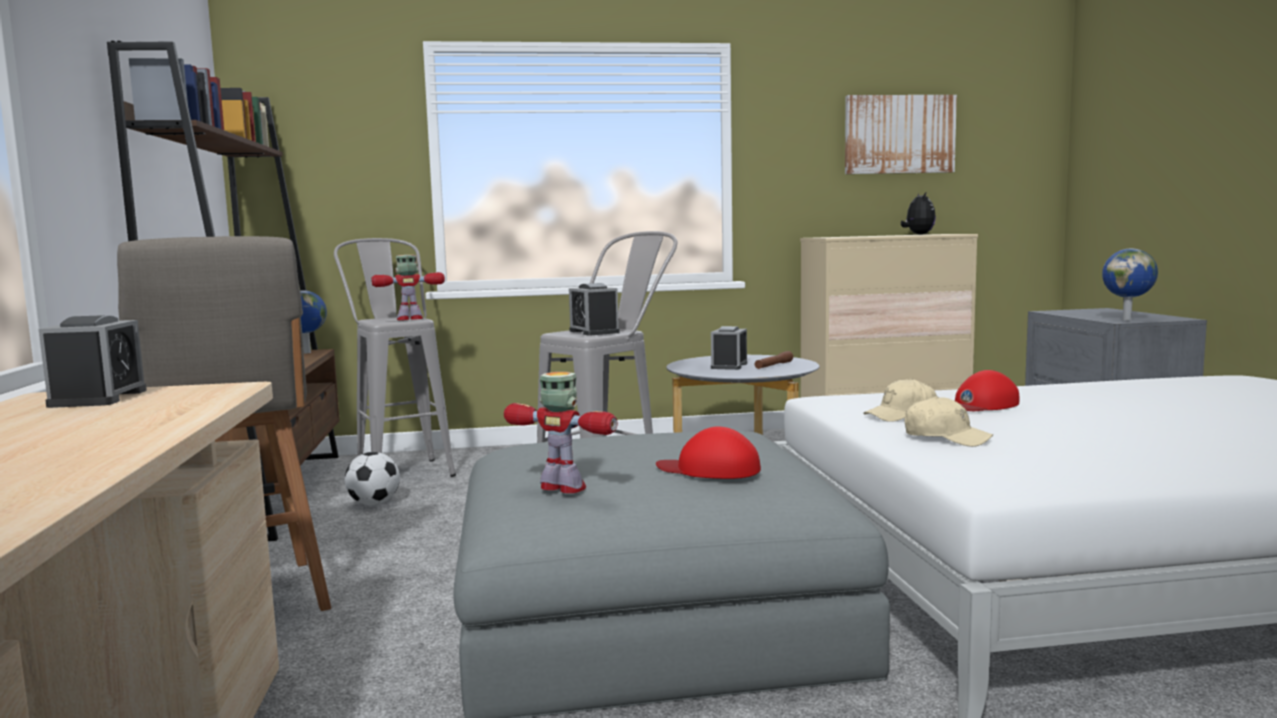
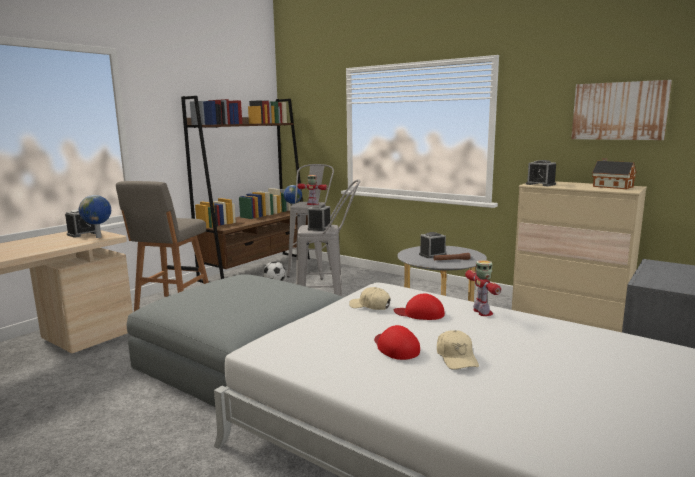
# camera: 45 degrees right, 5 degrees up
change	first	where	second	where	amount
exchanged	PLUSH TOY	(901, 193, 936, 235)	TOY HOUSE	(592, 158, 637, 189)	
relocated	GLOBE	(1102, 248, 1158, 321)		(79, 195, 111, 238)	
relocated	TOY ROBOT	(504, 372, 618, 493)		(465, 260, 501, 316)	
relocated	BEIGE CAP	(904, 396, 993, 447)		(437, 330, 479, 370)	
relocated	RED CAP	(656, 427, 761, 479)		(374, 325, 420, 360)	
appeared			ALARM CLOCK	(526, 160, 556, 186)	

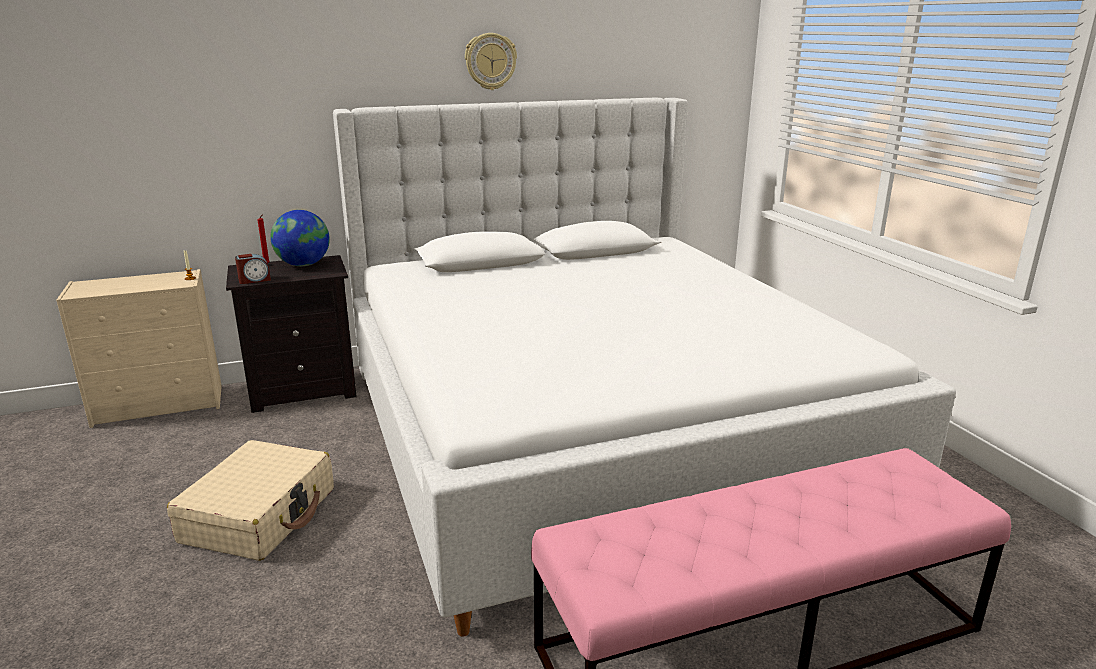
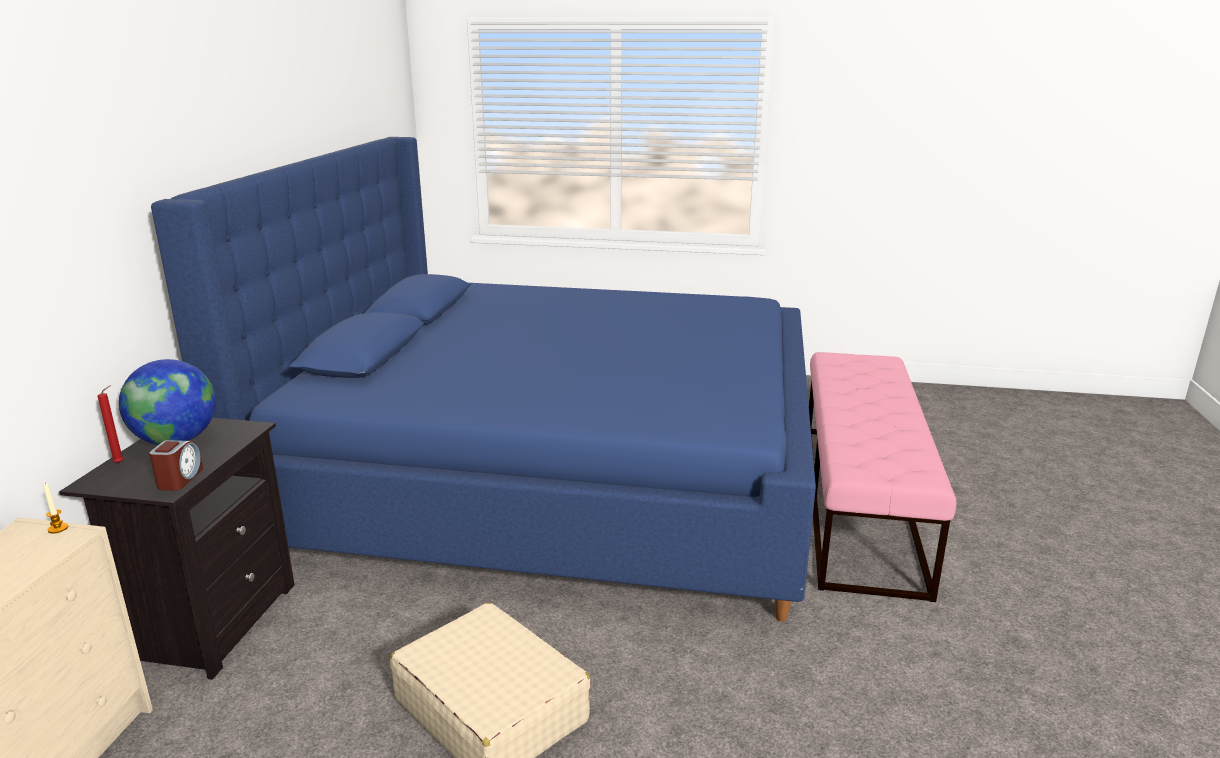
# camera: 60 degrees left, 0 degrees up
change	first	where	second	where	amount
missing	WALL CLOCK	(465, 33, 517, 90)			
colour	WHITE BED	(333, 97, 956, 637)	BLUE BED	(151, 137, 816, 622)	

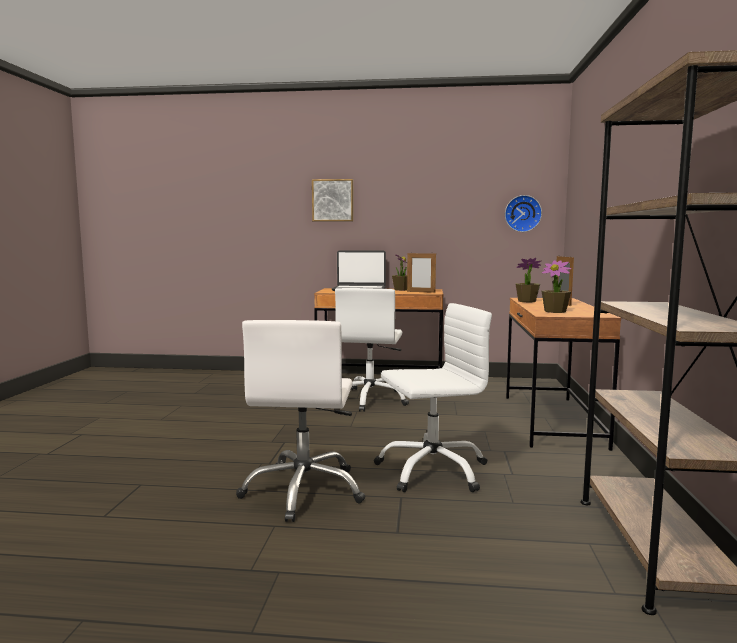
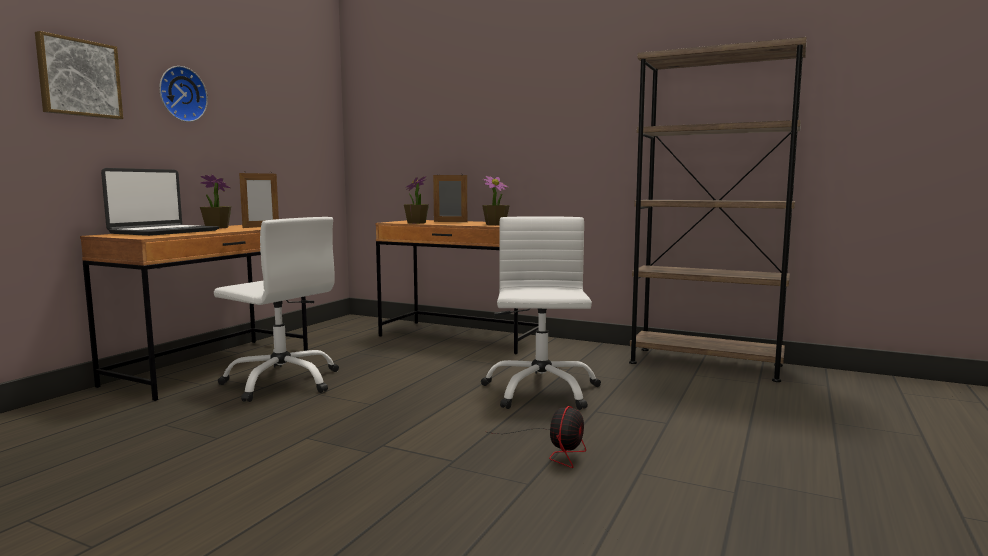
# camera: 70 degrees left, 0 degrees up
change	first	where	second	where	amount
relocated	WALL CLOCK	(505, 195, 542, 232)		(159, 66, 208, 122)	
exchanged	WHITE OFFICE CHAIR	(236, 320, 366, 522)	FAN	(488, 406, 586, 468)	

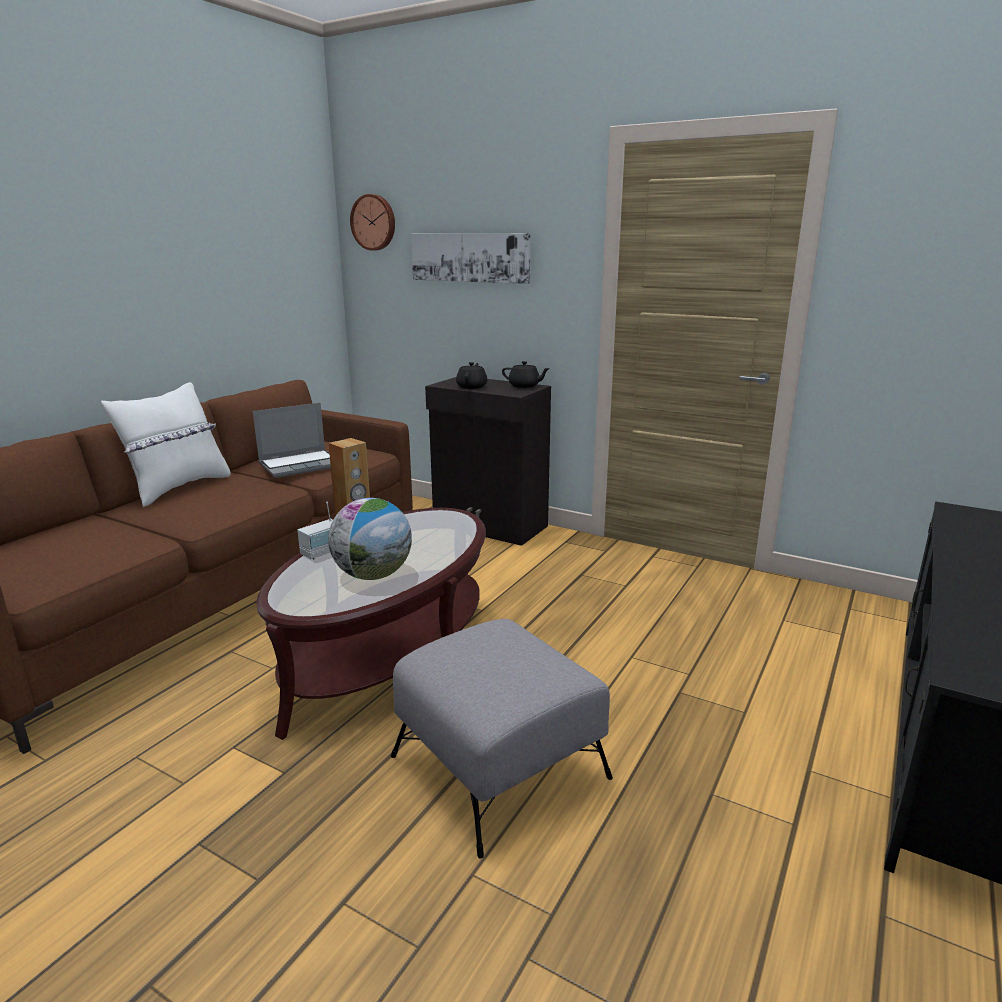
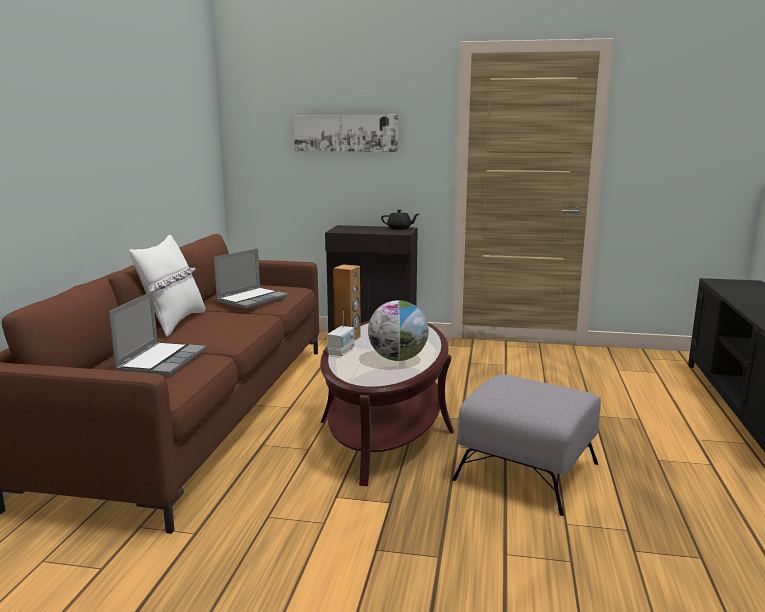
# camera: 20 degrees left, 5 degrees down
change	first	where	second	where	amount
missing	WALL CLOCK	(350, 194, 395, 251)			
missing	BLACK TEAPOT	(456, 362, 487, 389)			
appeared			LAPTOP	(108, 291, 206, 376)	

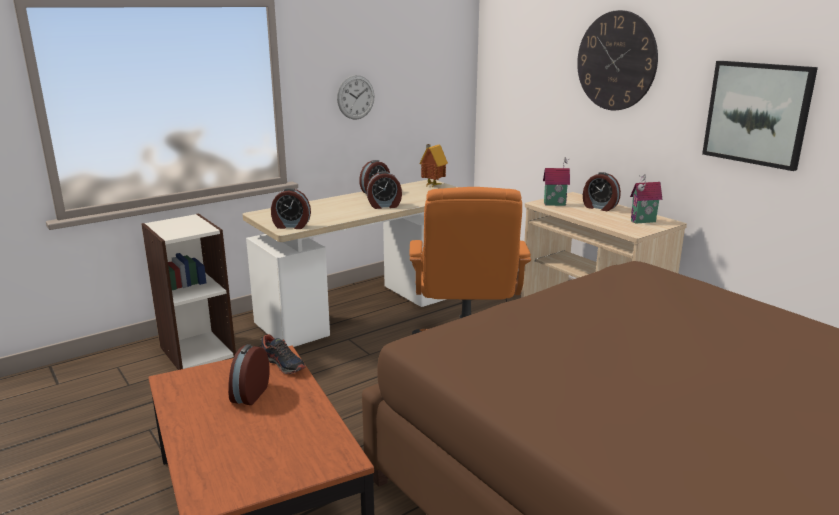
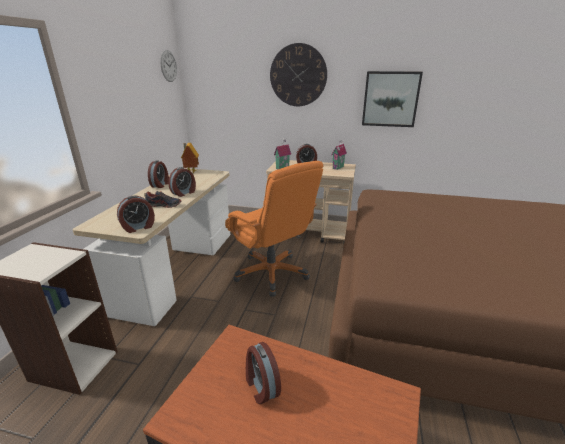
# camera: 40 degrees left, 5 degrees up
change	first	where	second	where	amount
relocated	WALL CLOCK	(337, 75, 374, 119)		(160, 50, 177, 82)	
relocated	SHOE	(261, 334, 305, 374)		(144, 191, 182, 208)	

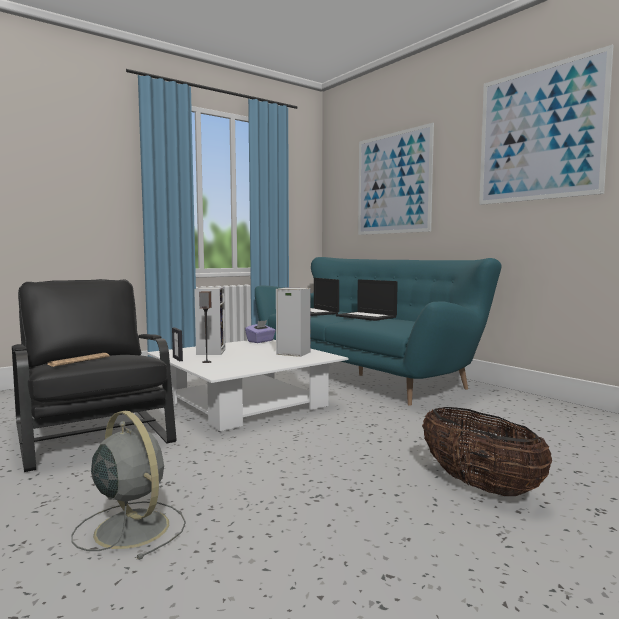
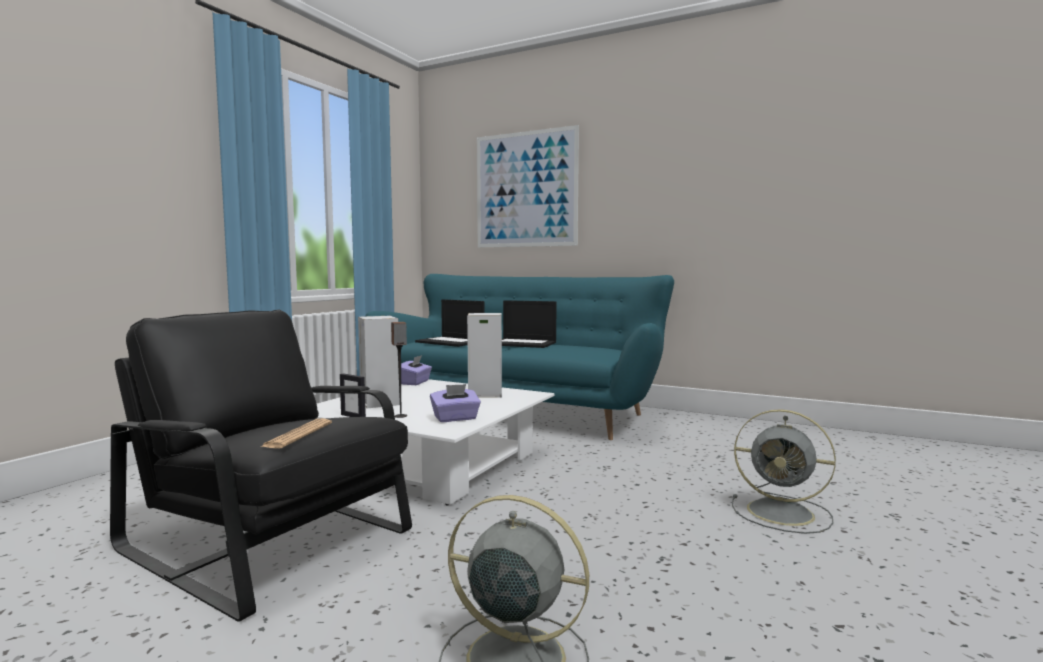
# camera: 25 degrees left, 0 degrees up
change	first	where	second	where	amount
missing	PICTURE	(479, 45, 613, 205)			
exchanged	BASKET	(422, 407, 552, 496)	GREY FAN	(732, 409, 836, 534)	
appeared			PURPLE TISSUE BOX	(430, 384, 481, 422)	

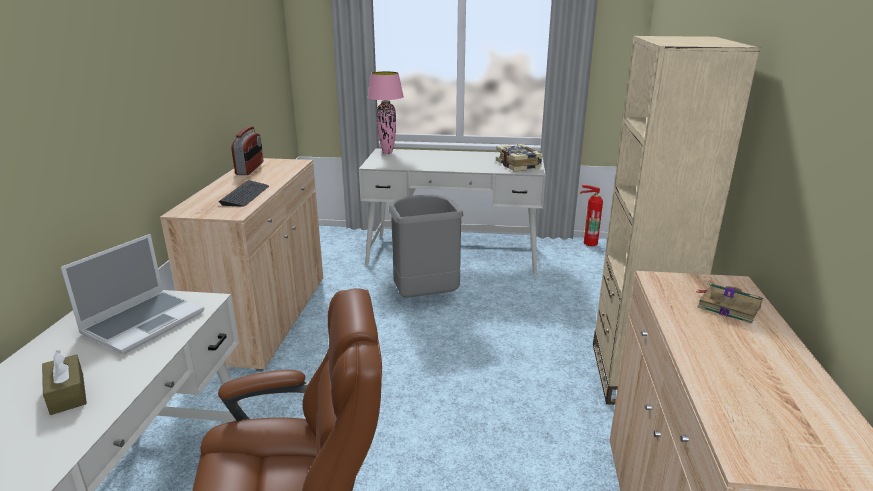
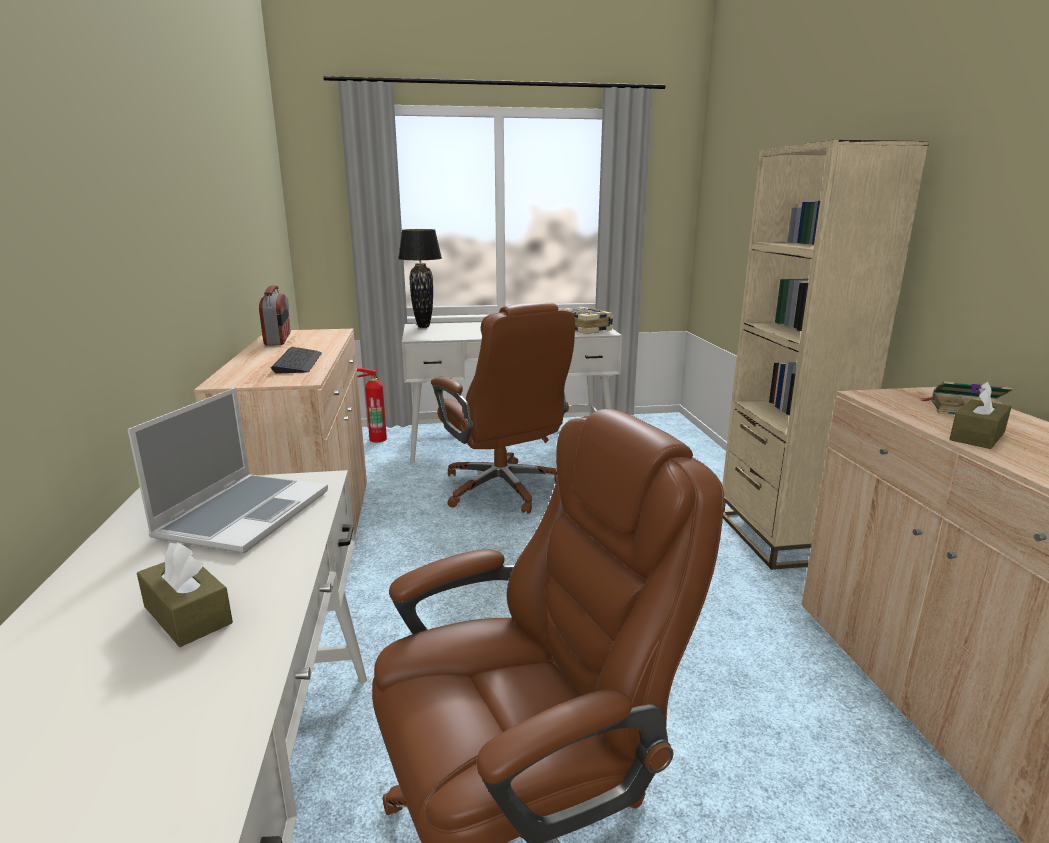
# camera: 15 degrees left, 5 degrees down
change	first	where	second	where	amount
colour	PINK TABLE LAMP	(368, 71, 404, 154)	BLACK TABLE LAMP	(398, 229, 442, 328)	
relocated	FIRE EXTINGUISHER	(580, 185, 603, 246)		(357, 368, 387, 442)	
exchanged	GREY TRASH CAN	(389, 195, 463, 298)	BROWN OFFICE CHAIR	(431, 302, 575, 514)	
appeared			BROWN TISSUE BOX	(949, 382, 1011, 449)	

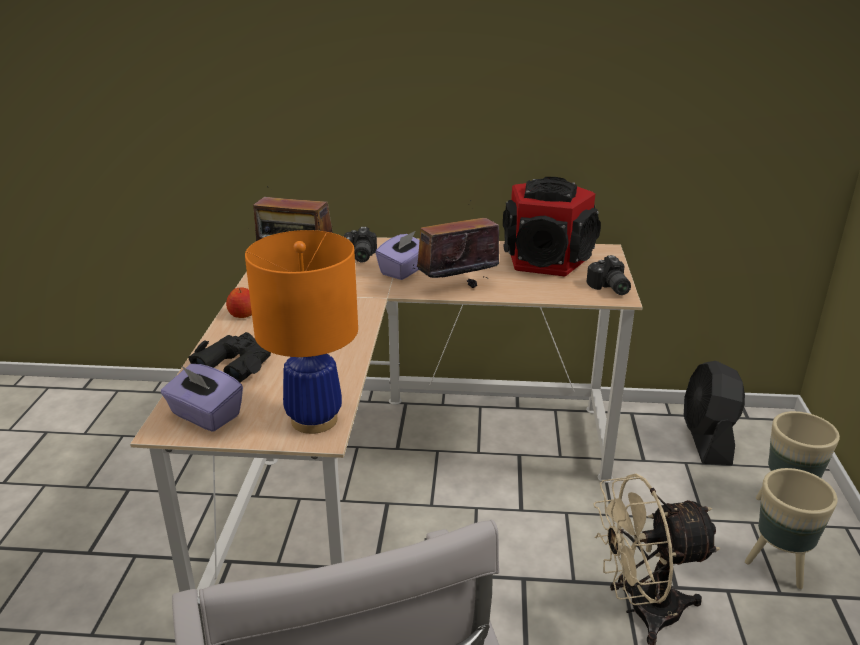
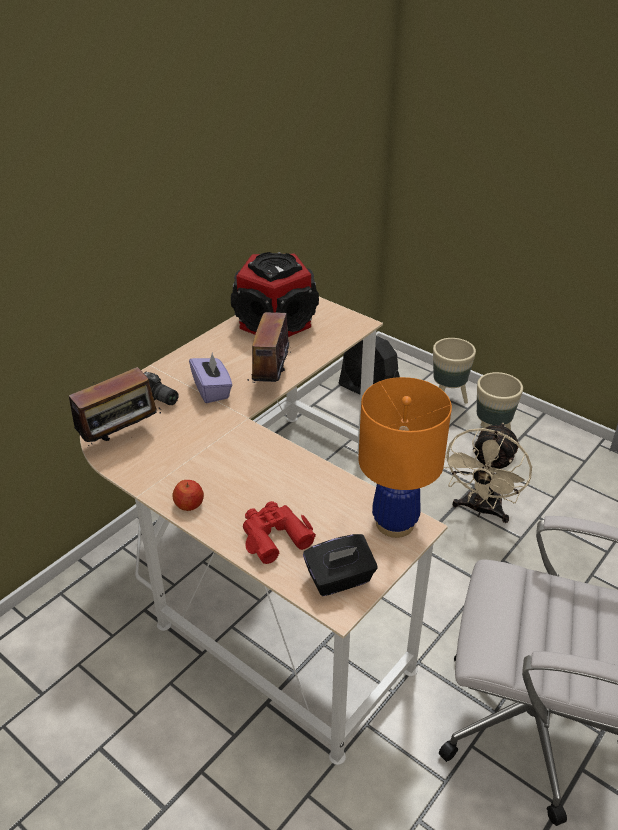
# camera: 55 degrees left, 10 degrees up
change	first	where	second	where	amount
missing	PHOTO CAMERA	(586, 255, 631, 295)			
colour	BLACK BINOCULARS	(188, 332, 271, 382)	RED BINOCULARS	(243, 501, 316, 564)	
colour	PURPLE TISSUE BOX	(161, 364, 243, 432)	BLACK TISSUE BOX	(303, 534, 378, 596)	

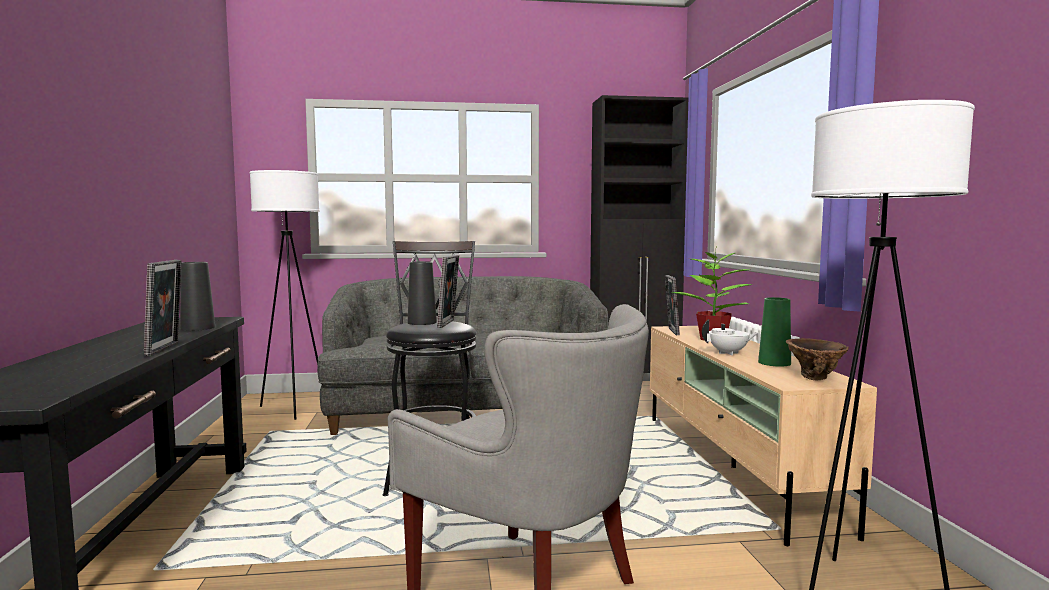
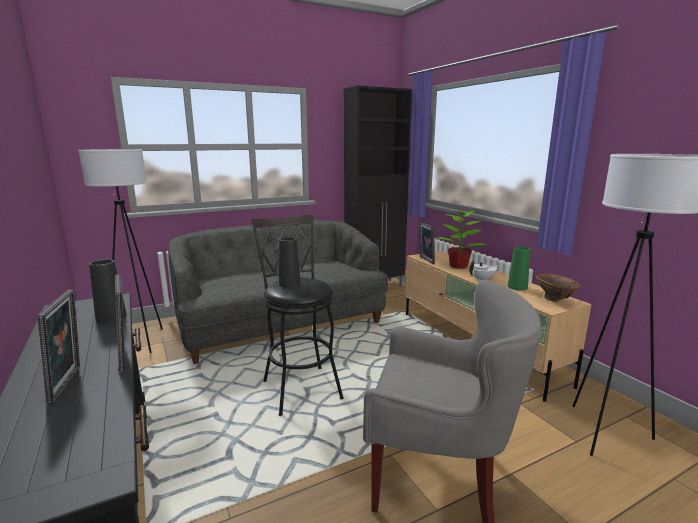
# camera: 20 degrees left, 10 degrees up
change	first	where	second	where	amount
relocated	PICTURE FRAME	(437, 255, 459, 328)		(37, 290, 80, 404)	

